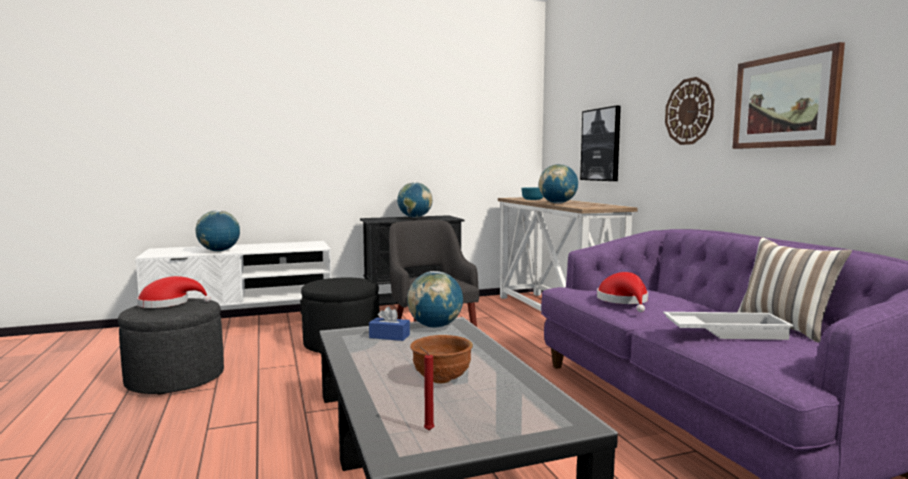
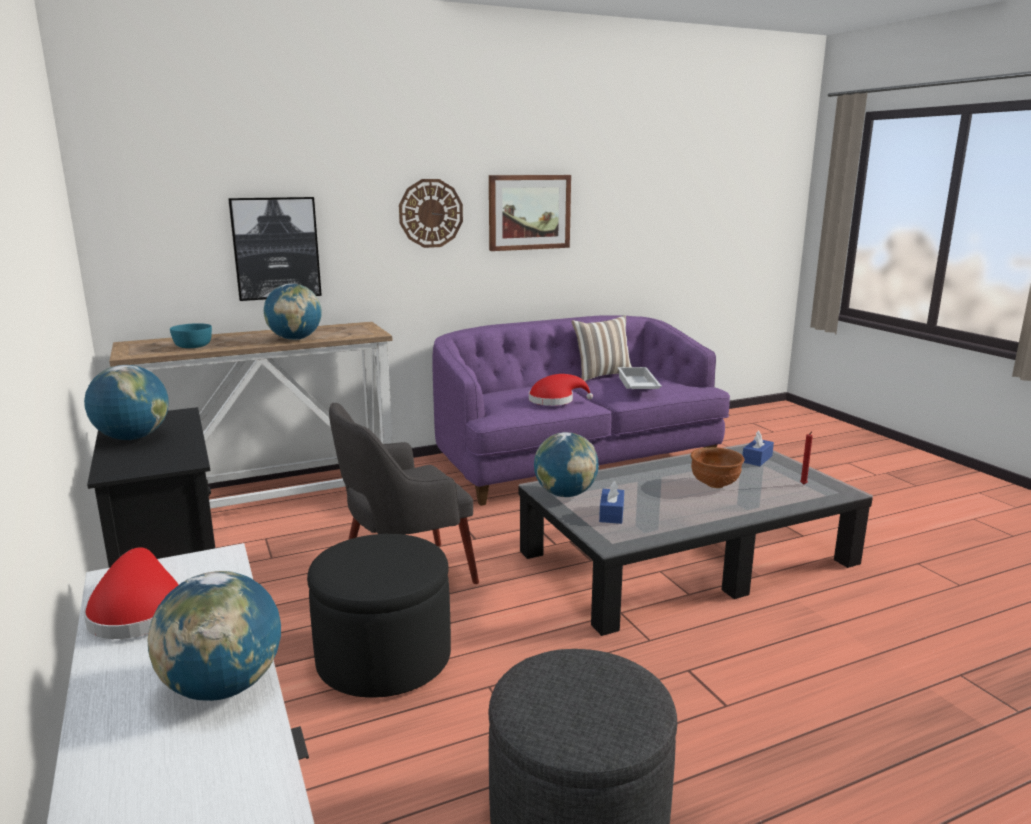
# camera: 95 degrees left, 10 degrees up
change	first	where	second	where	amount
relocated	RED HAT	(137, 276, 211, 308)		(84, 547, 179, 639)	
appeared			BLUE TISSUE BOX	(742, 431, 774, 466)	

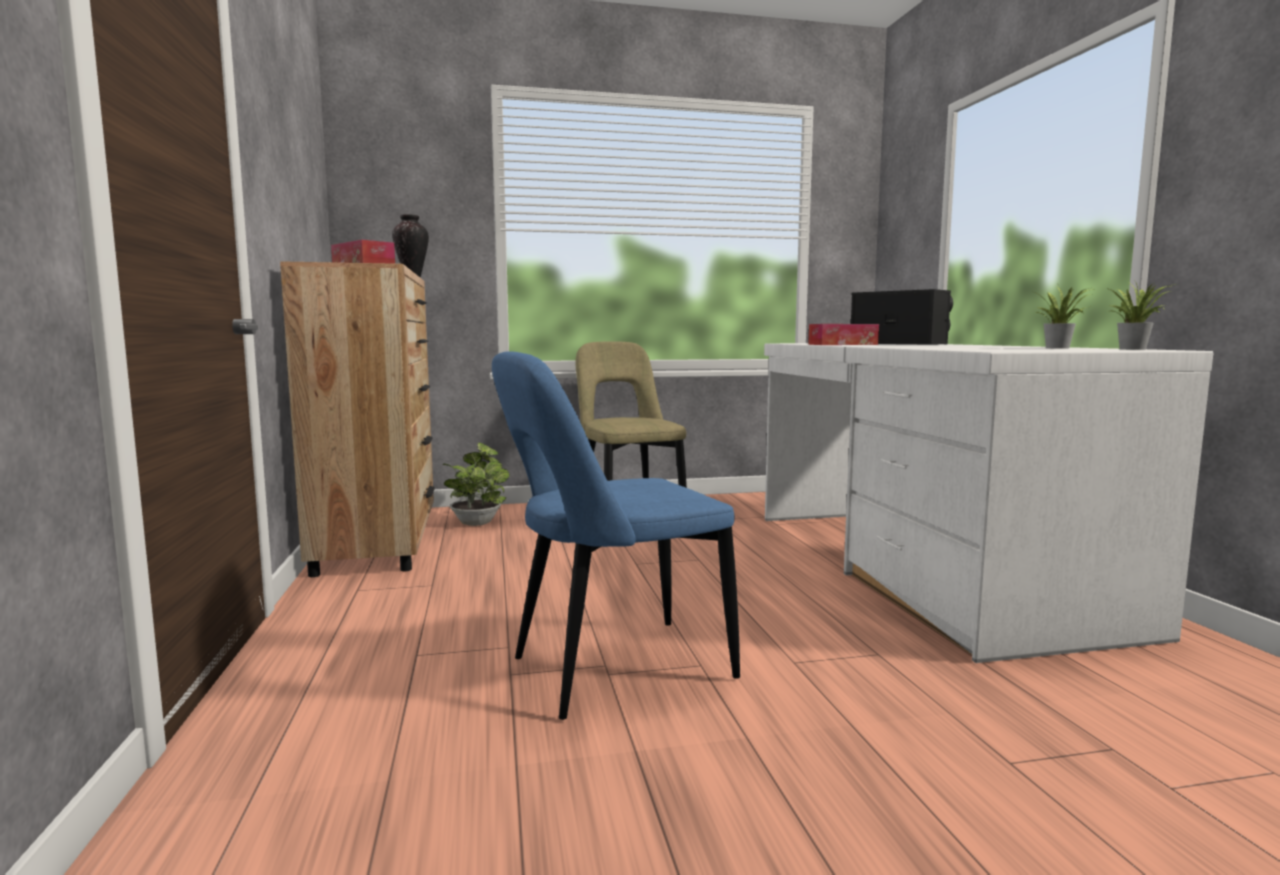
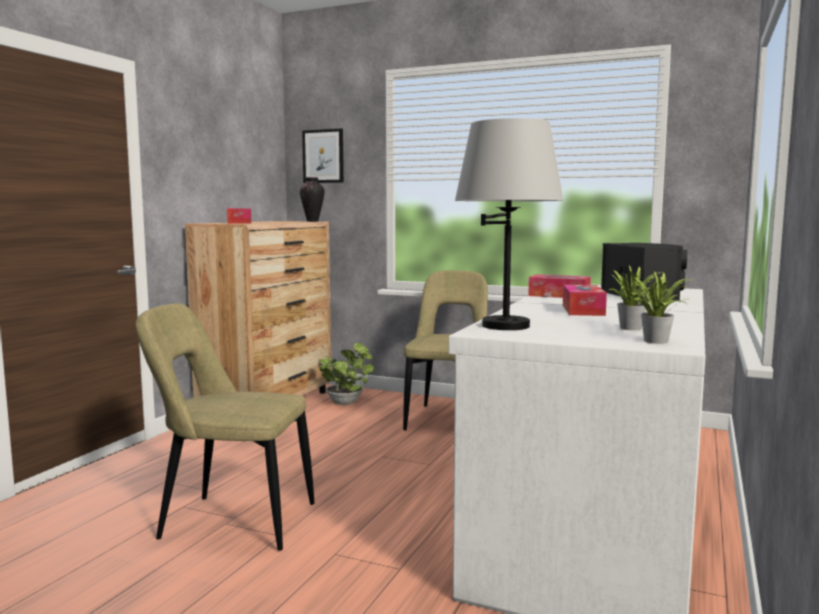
# camera: 35 degrees right, 0 degrees up
change	first	where	second	where	amount
colour	BLUE CHAIR	(492, 351, 740, 720)	BEIGE CHAIR	(135, 303, 315, 551)	
appeared			GREY TABLE LAMP	(455, 118, 563, 330)	
appeared			PICTURE	(302, 128, 344, 183)	
appeared			TISSUE BOX	(563, 285, 607, 316)	

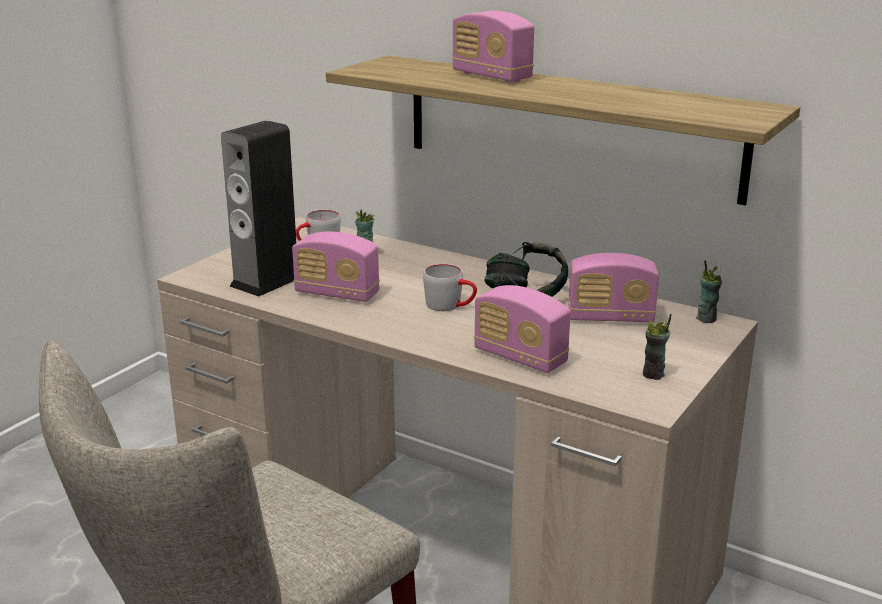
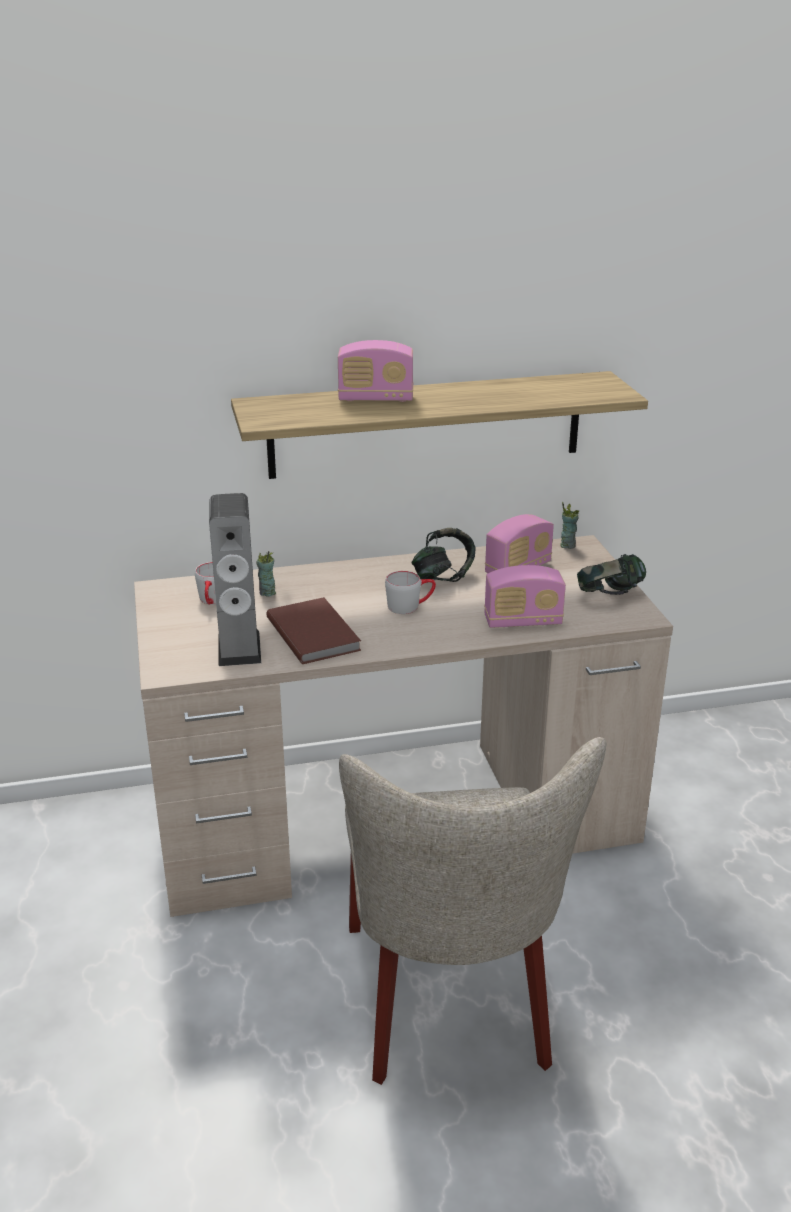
# camera: 45 degrees left, 5 degrees up
change	first	where	second	where	amount
exchanged	RADIO	(292, 231, 380, 302)	BROWN BOOK	(267, 597, 361, 664)	
exchanged	CUP	(643, 314, 672, 380)	HEADPHONES	(577, 554, 646, 595)	

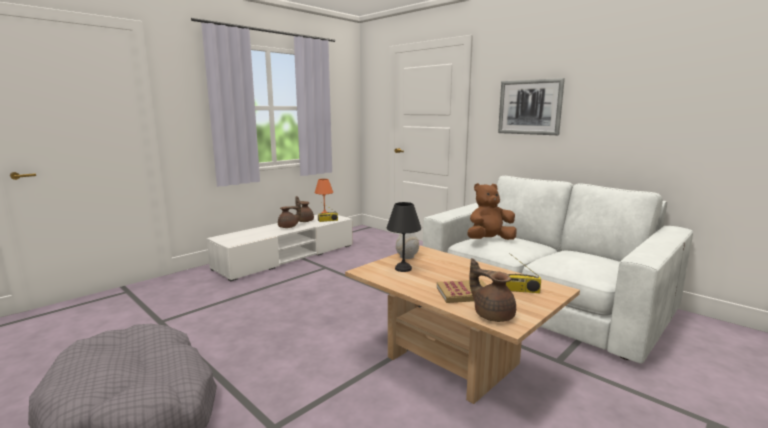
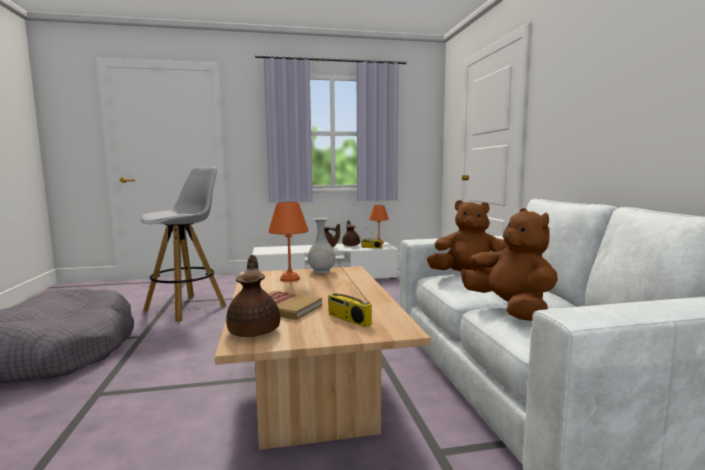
# camera: 35 degrees right, 5 degrees down
change	first	where	second	where	amount
missing	PICTURE	(498, 78, 565, 135)			
colour	BLACK TABLE LAMP	(387, 202, 421, 272)	ORANGE TABLE LAMP	(268, 202, 309, 282)	
appeared			WHITE STOOL	(140, 166, 226, 322)	
appeared			BROWN PLUSH TOY	(461, 208, 558, 321)	

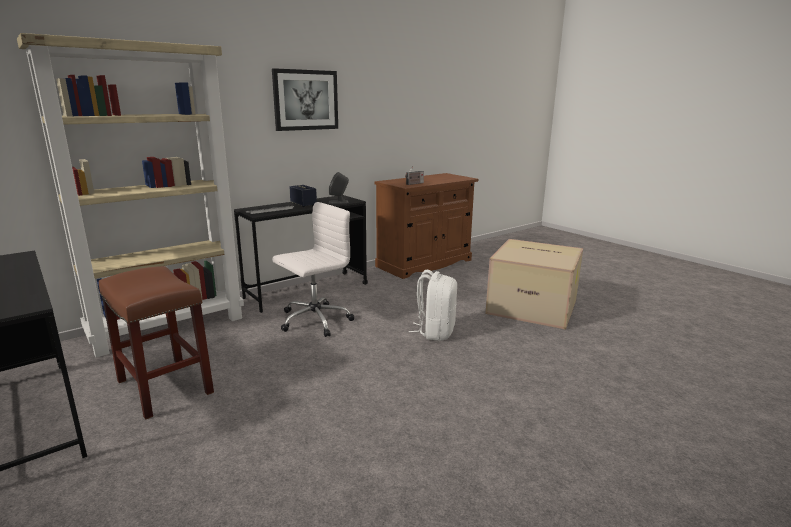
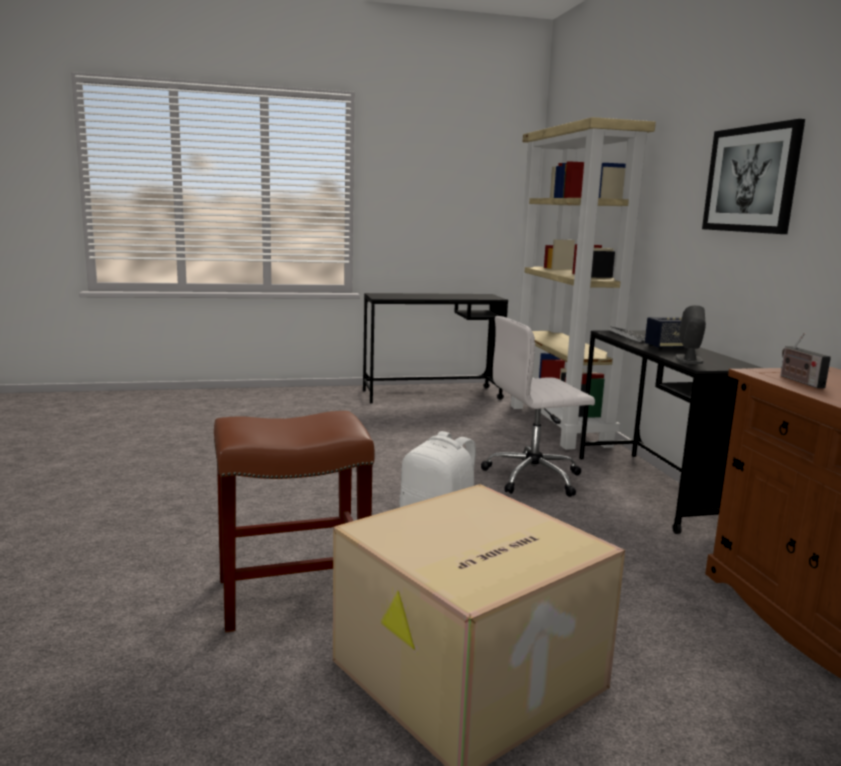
# camera: 115 degrees right, 5 degrees down
change	first	where	second	where	amount
spun	WHITE OFFICE CHAIR	(272, 202, 354, 337)		(481, 316, 595, 497)	90 degrees clockwise
relocated	BROWN STOOL	(99, 266, 214, 420)		(214, 411, 375, 633)	

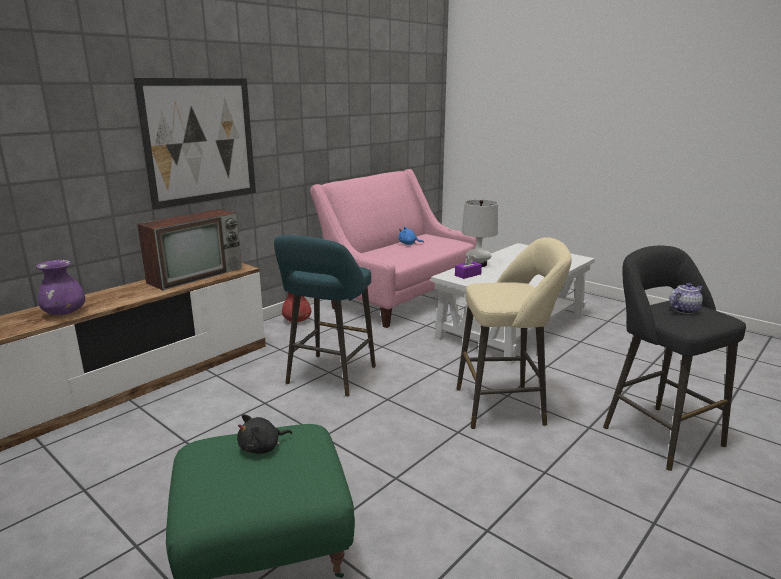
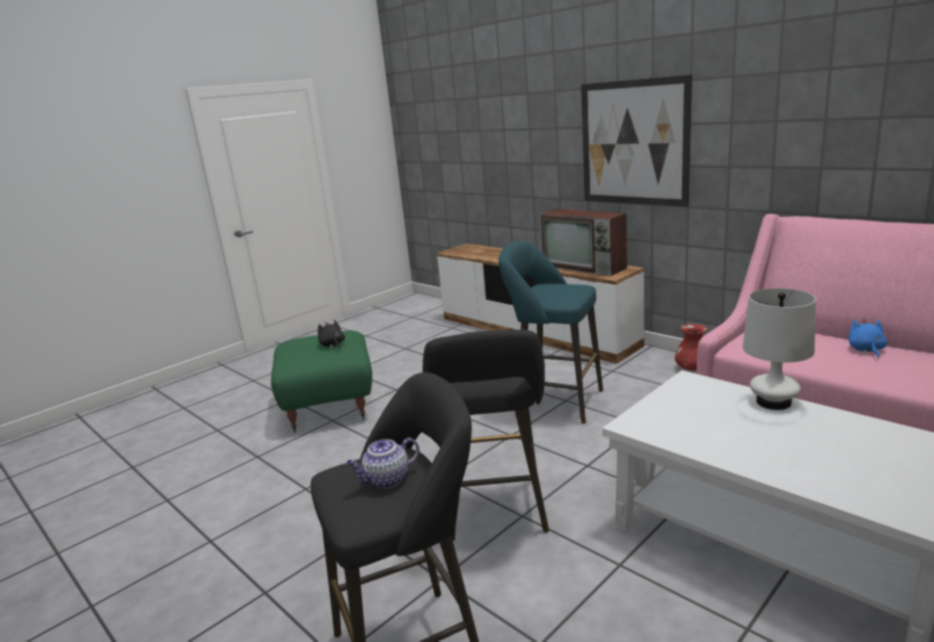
# camera: 95 degrees right, 0 degrees up
change	first	where	second	where	amount
colour	BEIGE STOOL	(456, 237, 572, 429)	BLACK STOOL	(423, 330, 549, 541)	
missing	PURPLE TISSUE BOX	(455, 255, 482, 279)			
missing	PURPLE VASE	(36, 260, 85, 315)			
spun	TEAPOT	(669, 283, 703, 314)		(346, 437, 419, 488)	90 degrees clockwise

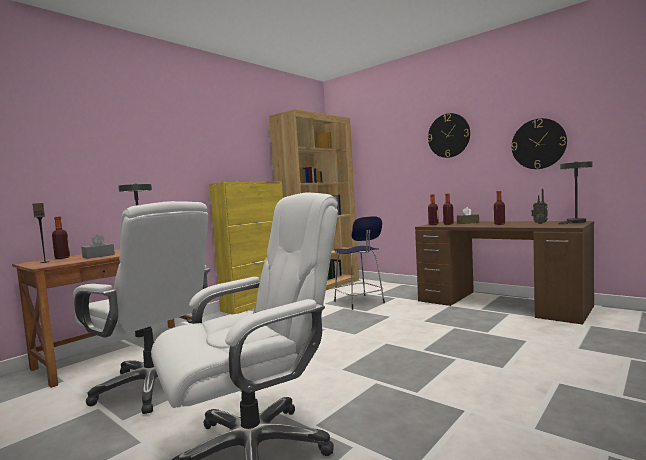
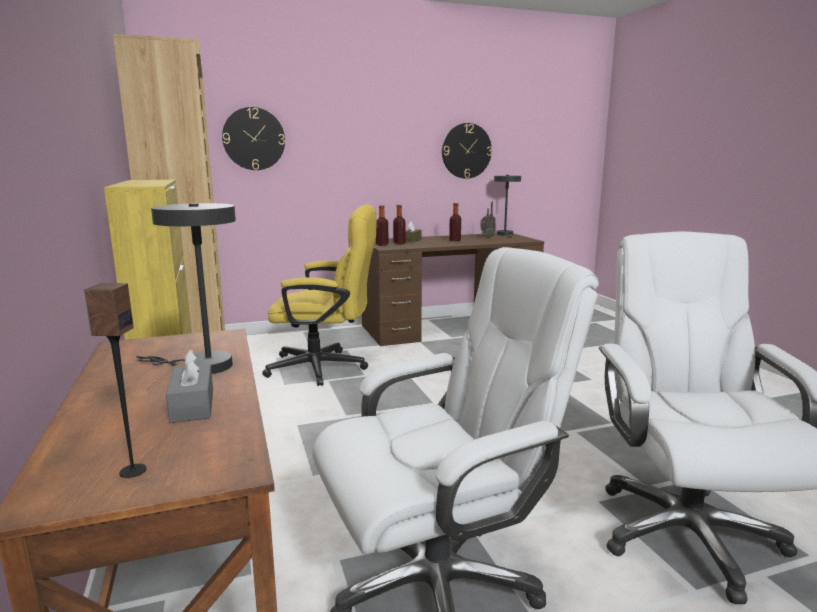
# camera: 60 degrees left, 10 degrees up
change	first	where	second	where	amount
relocated	WALL CLOCK	(428, 113, 470, 158)		(222, 107, 285, 170)	
exchanged	BLUE STOOL	(334, 216, 385, 310)	YELLOW OFFICE CHAIR	(262, 205, 376, 386)	
missing	BOTTLE	(52, 217, 70, 259)			

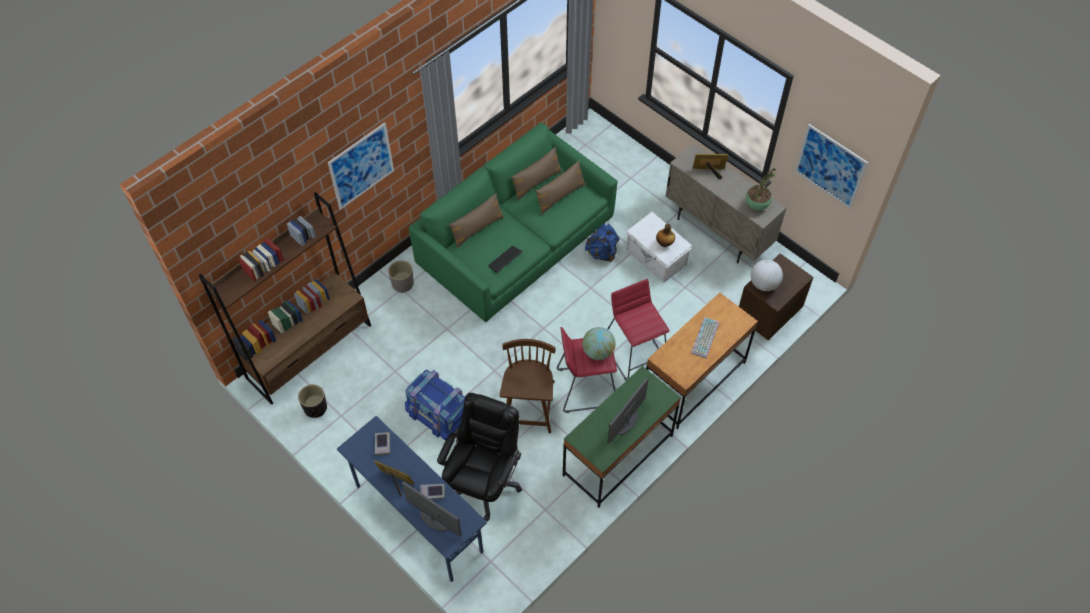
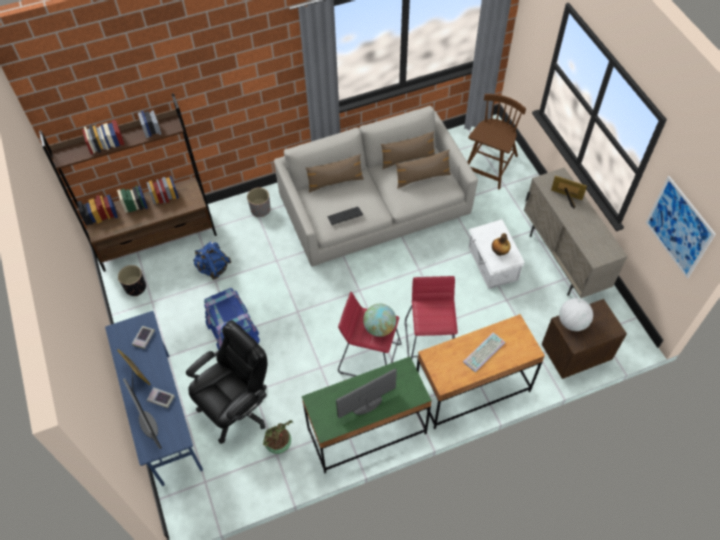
# camera: 25 degrees right, 0 degrees up
change	first	where	second	where	amount
missing	PICTURE	(328, 123, 394, 210)			
colour	GREEN SOFA	(409, 123, 618, 322)	GREY SOFA	(274, 106, 478, 267)	
relocated	POTTED PLANT	(746, 168, 777, 211)		(263, 420, 294, 454)	
relocated	BLUE BACKPACK	(585, 223, 619, 262)		(193, 241, 231, 280)	
relocated	BROWN CHAIR	(499, 339, 555, 434)		(468, 94, 526, 190)	

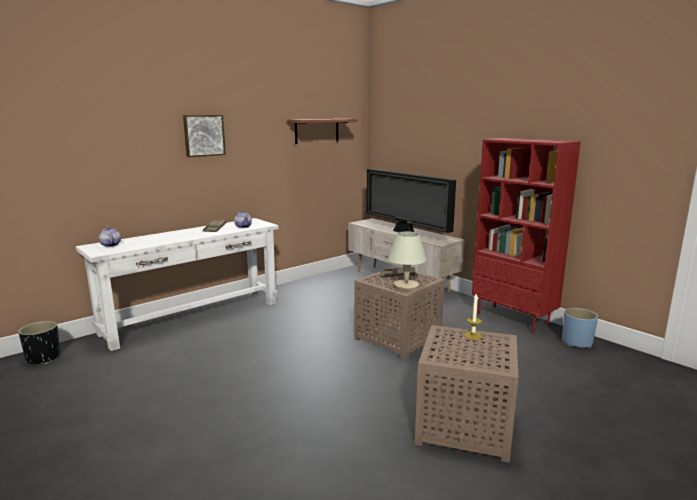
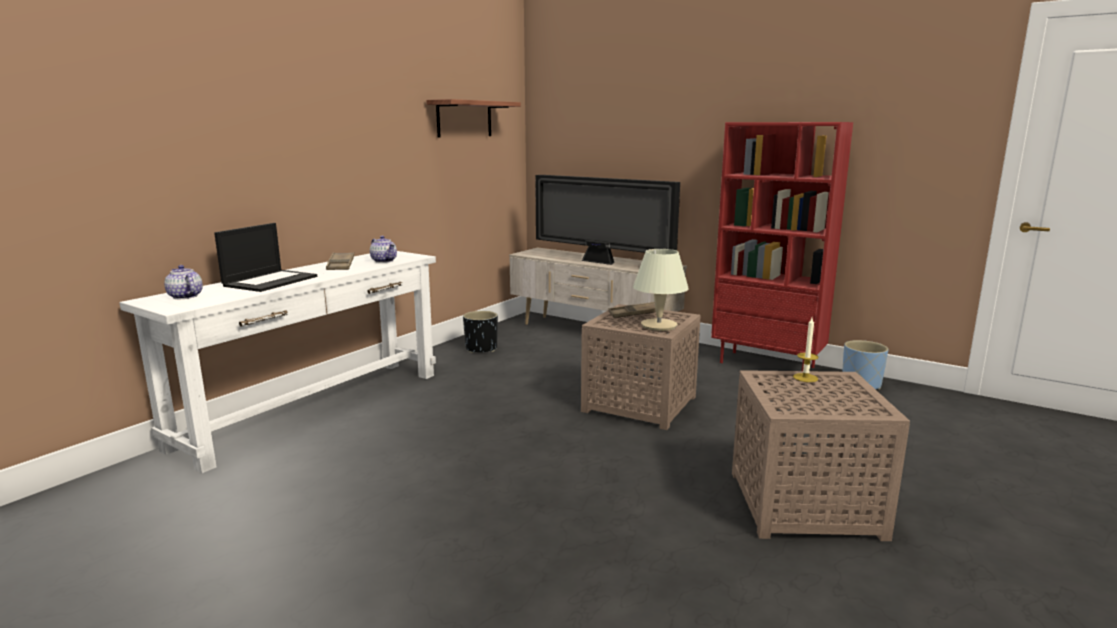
# camera: 15 degrees left, 0 degrees up
change	first	where	second	where	amount
missing	PICTURE	(183, 115, 226, 157)			
relocated	BLACK PLANTER	(18, 321, 60, 364)		(463, 311, 498, 353)	
appeared			LAPTOP	(214, 223, 317, 292)	

